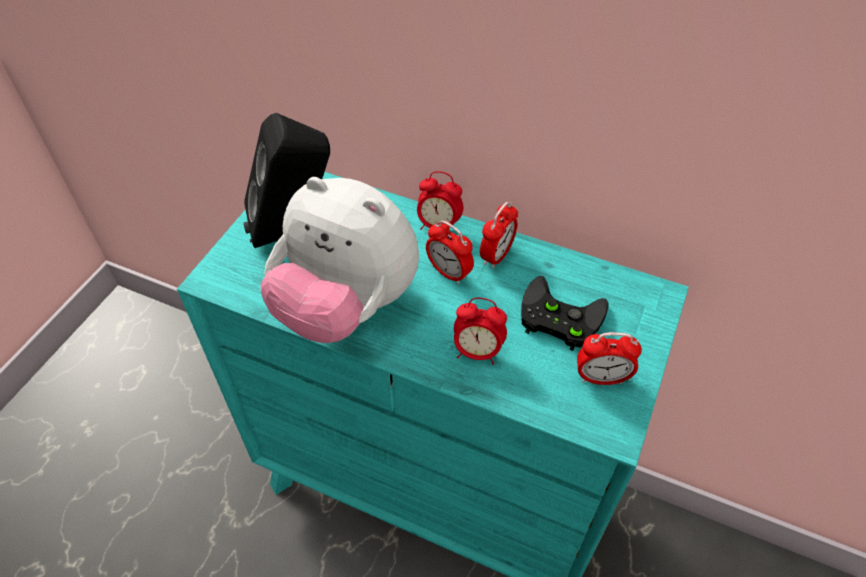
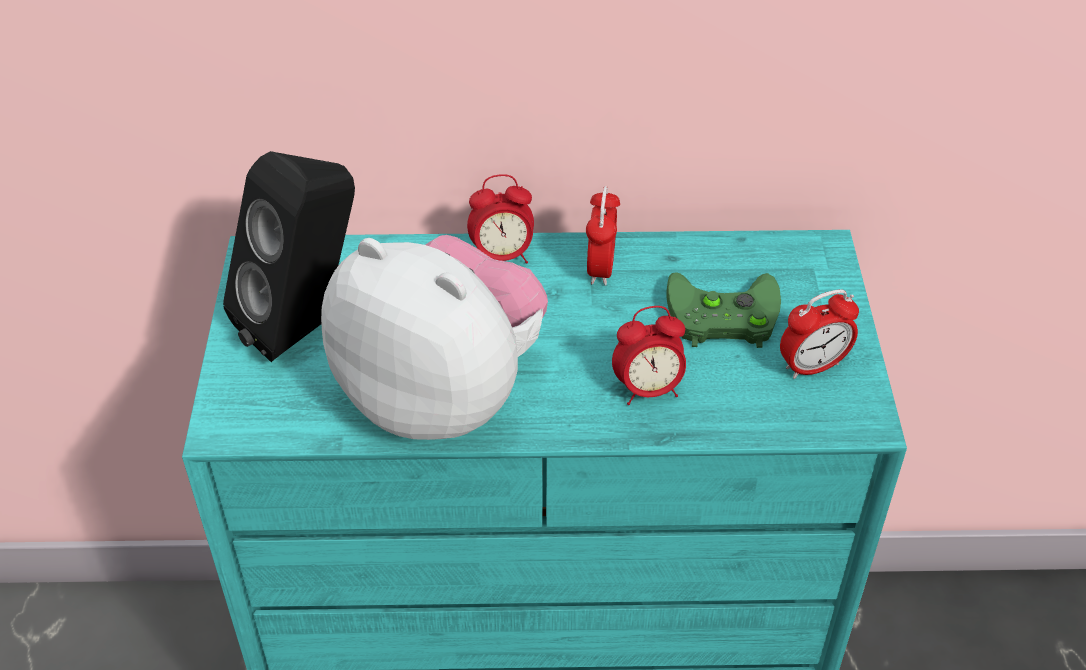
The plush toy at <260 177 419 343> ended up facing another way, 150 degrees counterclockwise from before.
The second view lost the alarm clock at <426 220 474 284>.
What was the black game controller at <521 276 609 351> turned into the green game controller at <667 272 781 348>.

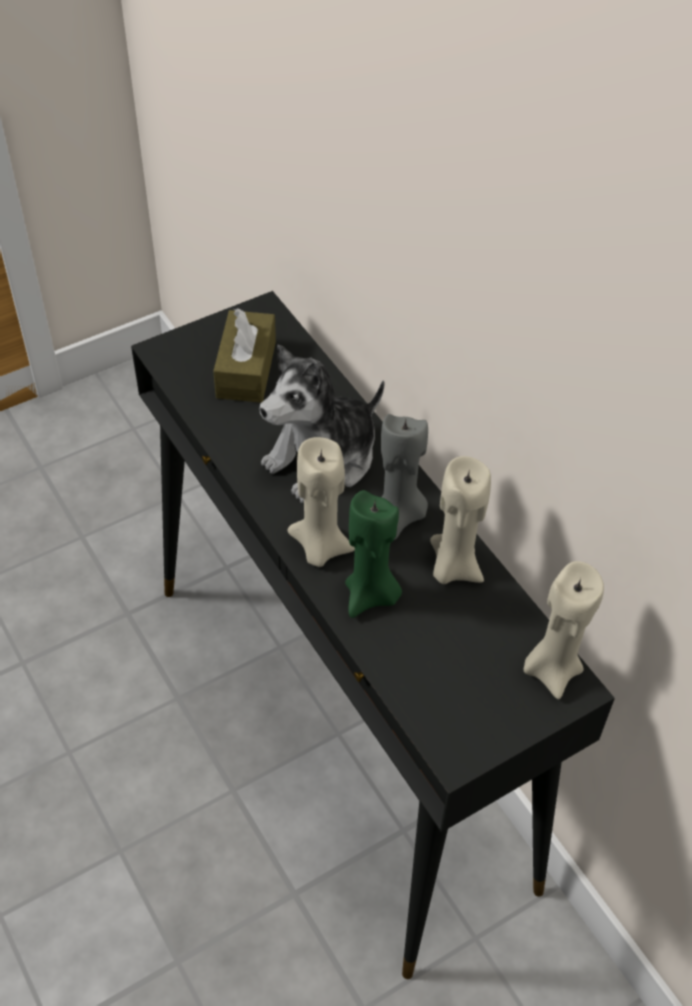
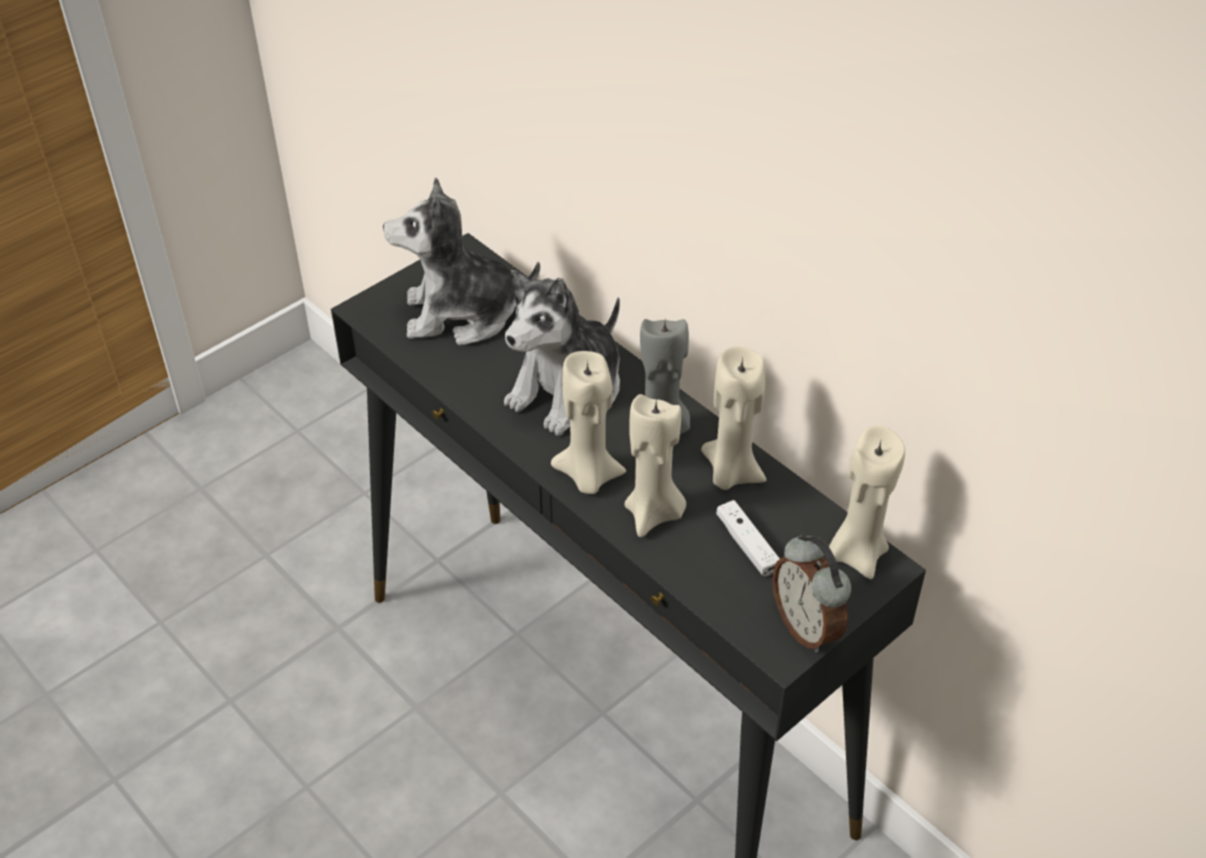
Where the brown tissue box stood at <213 308 276 403>, the plush toy came to stand at <383 177 540 346>.
What was the green candle at <345 490 402 618> turned into the beige candle at <624 394 686 537>.
The second view gained the white game controller at <716 500 780 577>.
The second view gained the alarm clock at <772 534 851 652>.

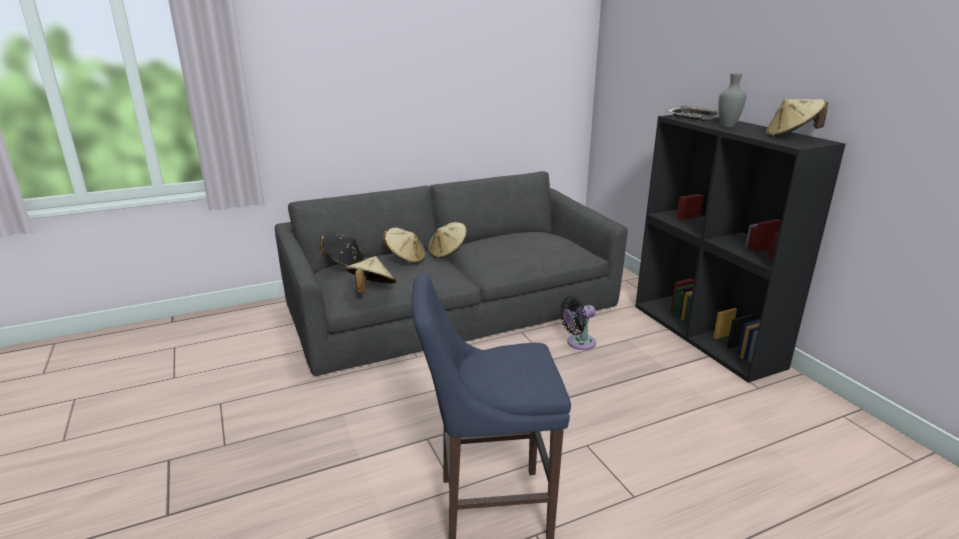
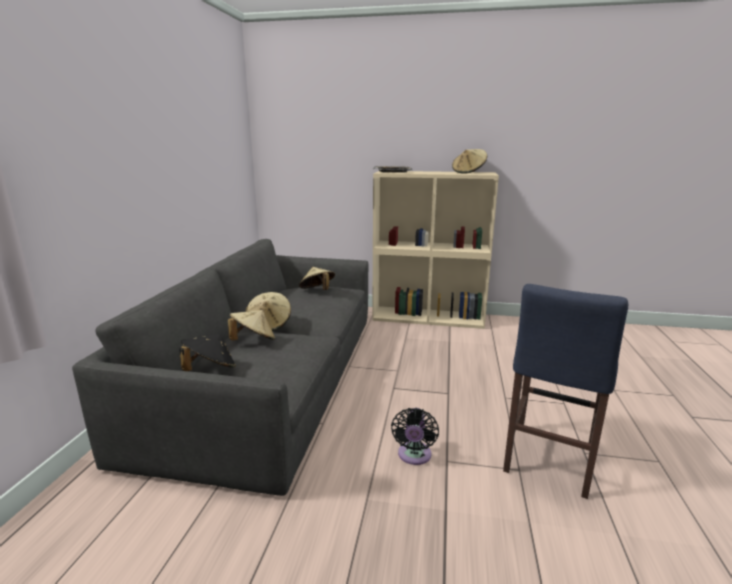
The beige hat ended up elsewhere, having gone from <345 256 396 293> to <299 267 335 290>.
The black fan ended up elsewhere, having gone from <560 296 596 350> to <391 408 439 465>.
What was the black bookcase at <635 115 846 383> turned into the beige bookcase at <372 171 499 329>.
The second view lost the grey vase at <718 73 746 128>.

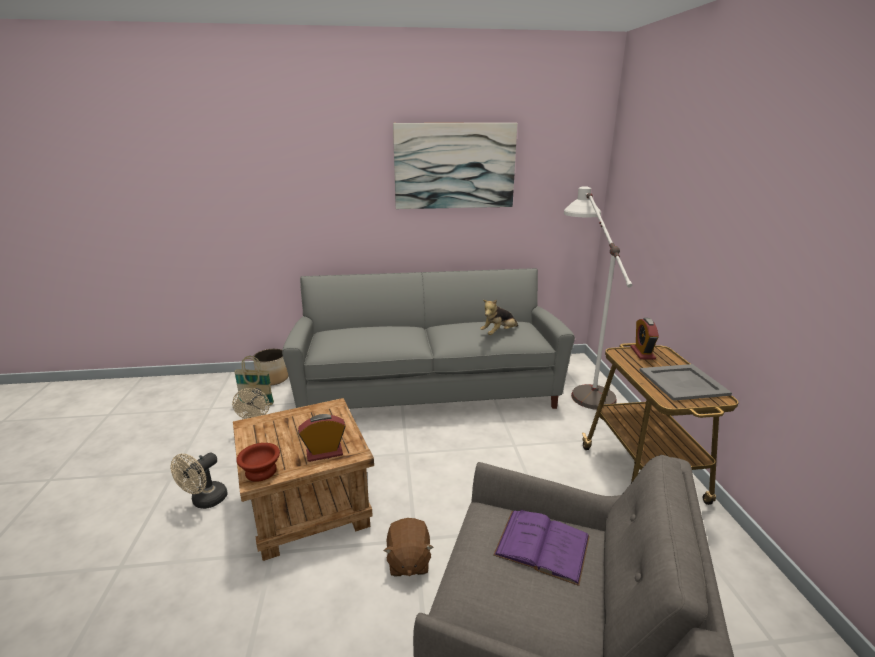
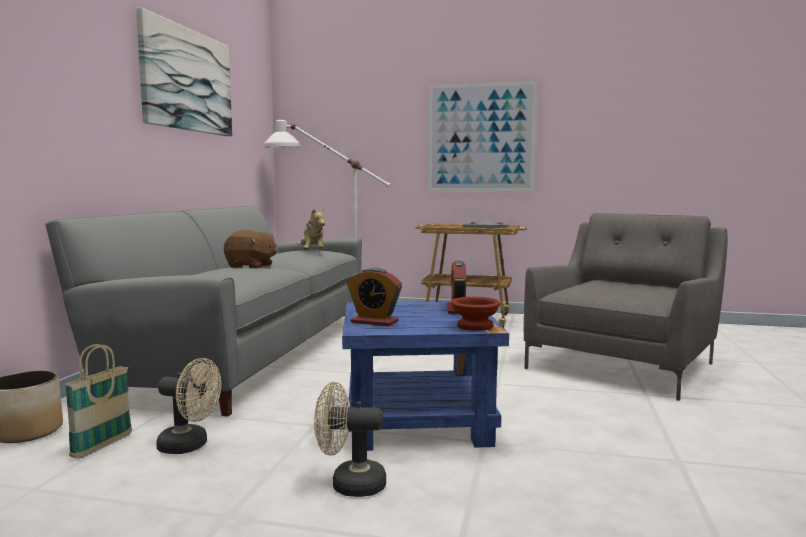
The beige fan at <171 452 228 509> ended up facing another way, 135 degrees clockwise from before.
What was the brown side table at <233 398 374 561> turned into the blue side table at <342 301 509 451>.
The brown plush toy ended up elsewhere, having gone from <384 518 434 577> to <224 230 277 268>.
The second view lost the purple book at <493 510 590 586>.
The alarm clock ended up elsewhere, having gone from <631 318 659 360> to <347 268 402 326>.
The second view gained the picture at <428 81 537 192>.

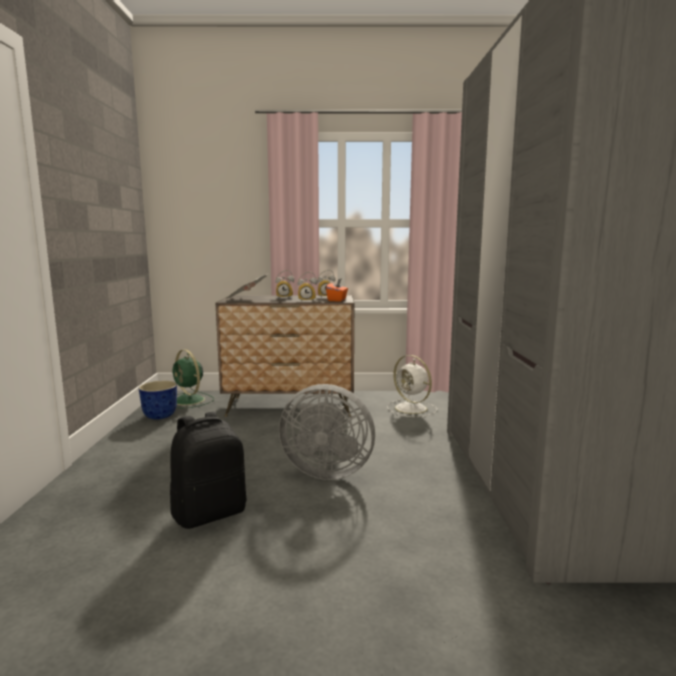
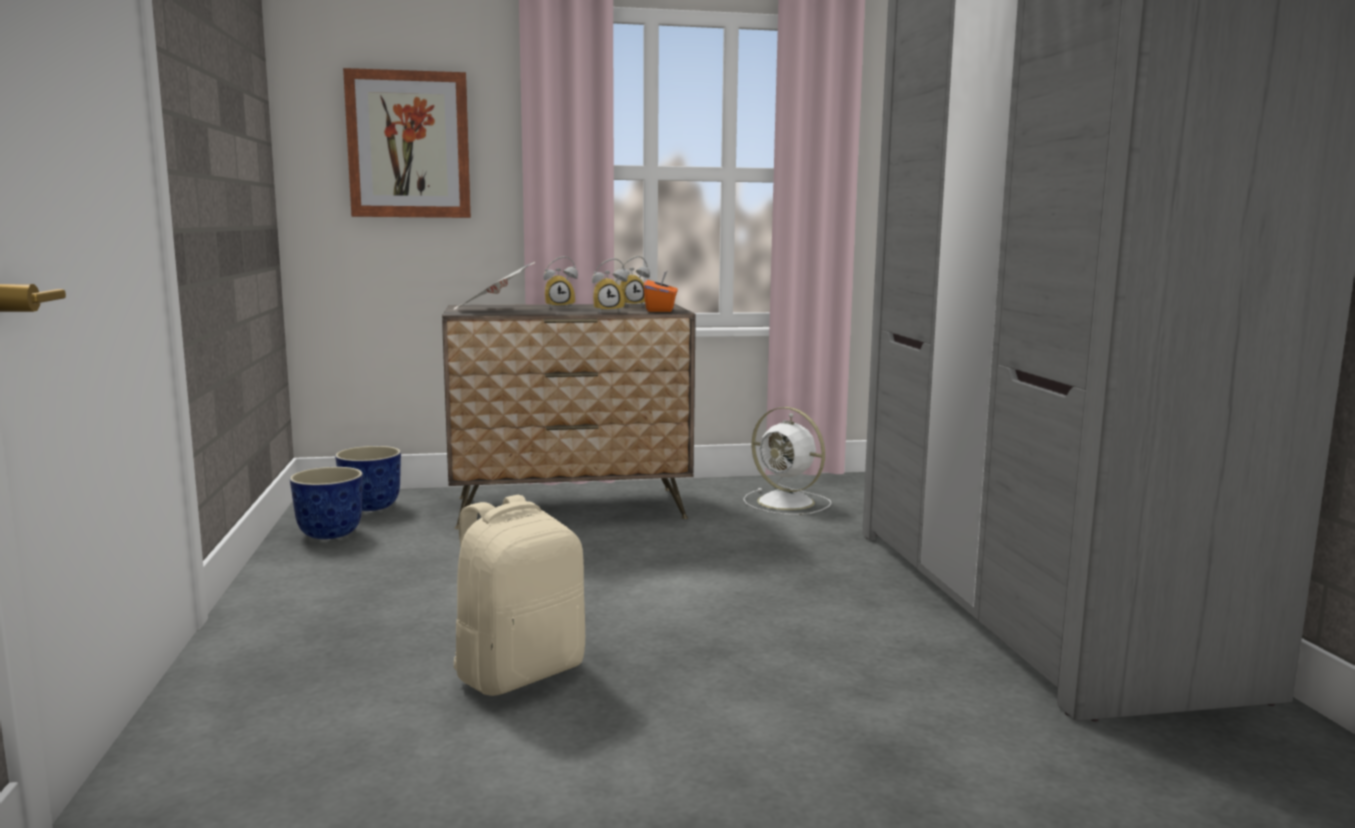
What was the black backpack at <170 411 247 529> turned into the beige backpack at <453 495 585 696>.
Where the green fan stood at <172 349 214 408>, the planter came to stand at <335 446 401 511>.
The second view lost the grey fan at <279 384 375 480>.
The second view gained the picture at <343 68 471 218>.

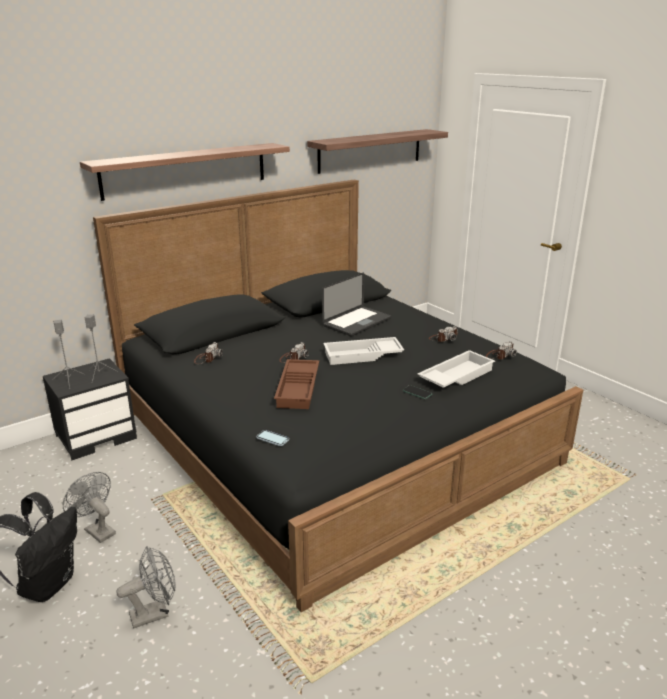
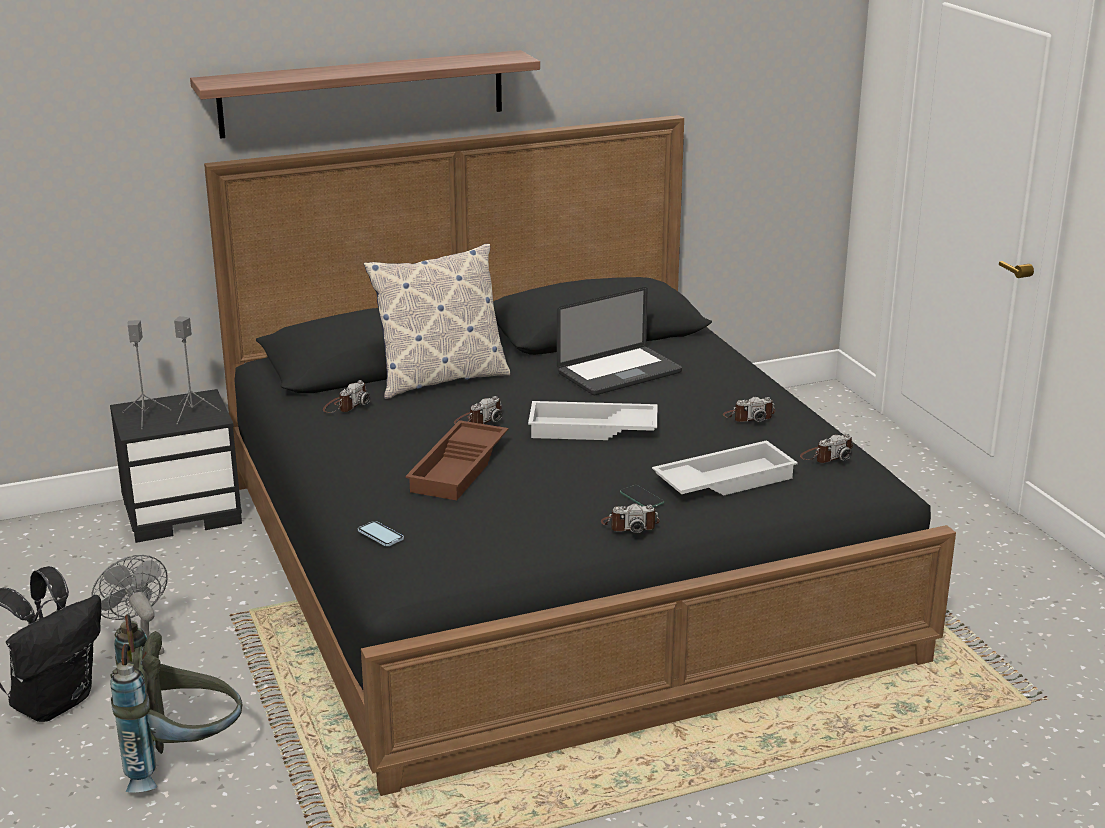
Where the grey fan stood at <116 546 175 629>, the grey backpack came to stand at <110 614 242 792>.
The second view lost the shelf at <307 129 448 174>.
The second view gained the pillow at <364 244 510 399>.
The second view gained the photo camera at <601 503 660 533>.

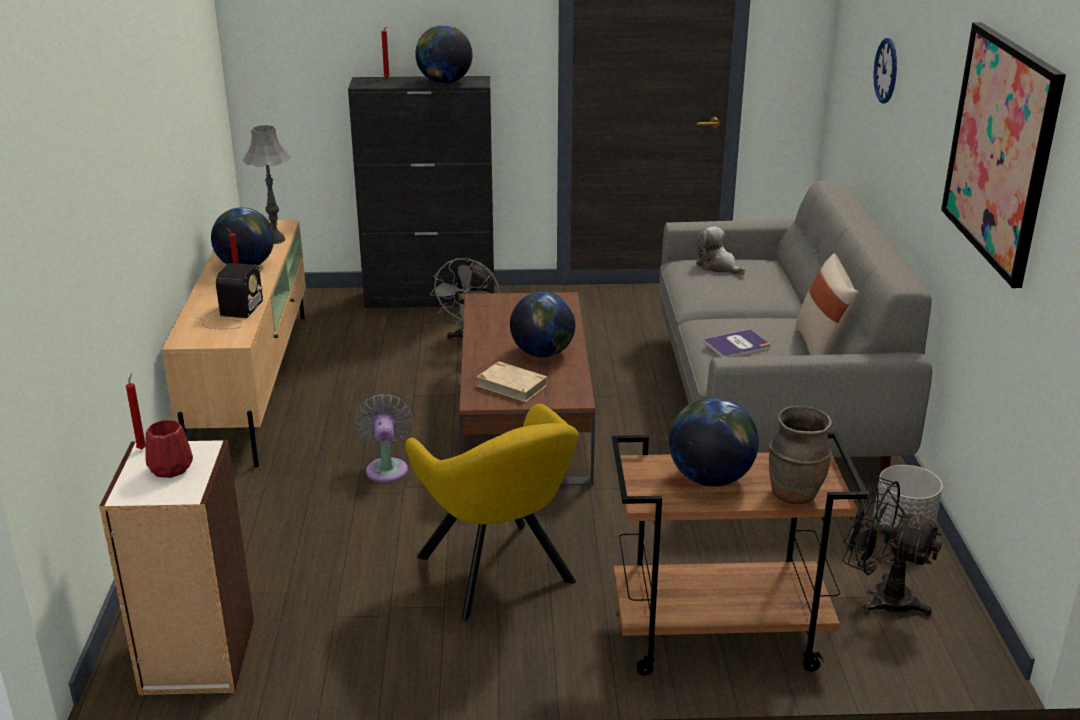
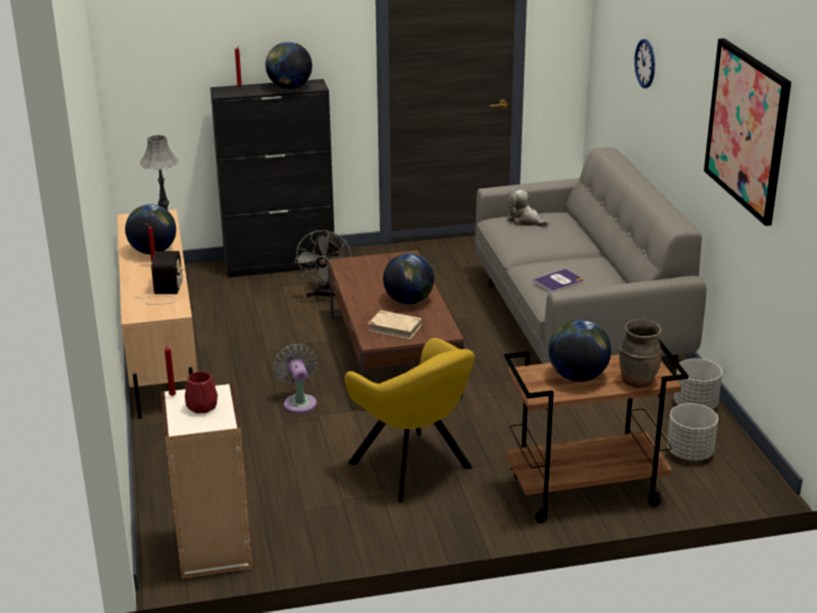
The second view lost the beige pillow at <796 254 859 355>.
Where the black fan stood at <842 476 942 616>, the grey planter came to stand at <667 403 718 461>.

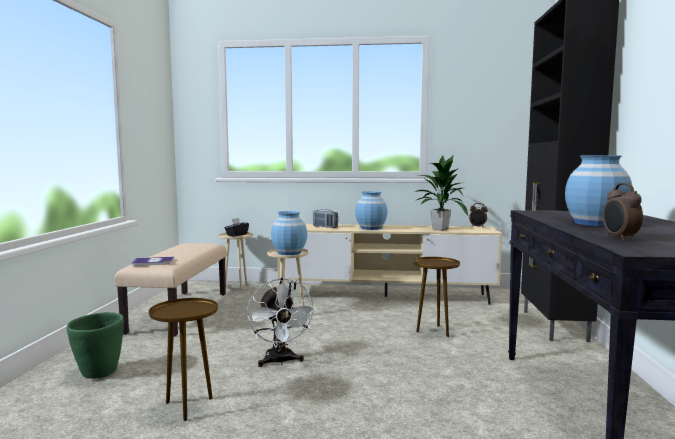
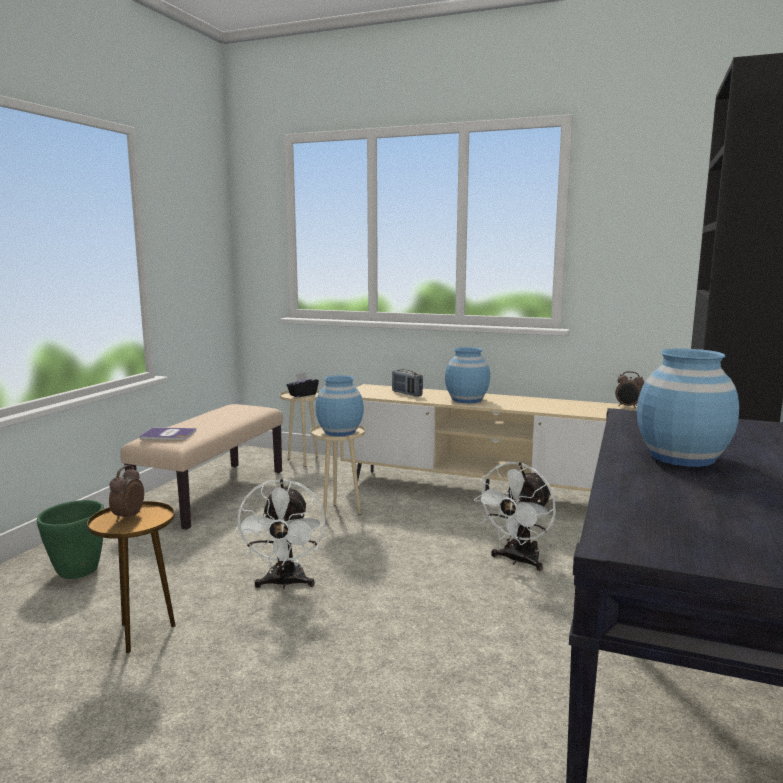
Where the brown side table stood at <413 257 460 337>, the white fan came to stand at <474 462 556 571>.
The second view lost the potted plant at <415 155 468 230>.
The alarm clock ended up elsewhere, having gone from <603 183 643 240> to <109 465 144 522>.

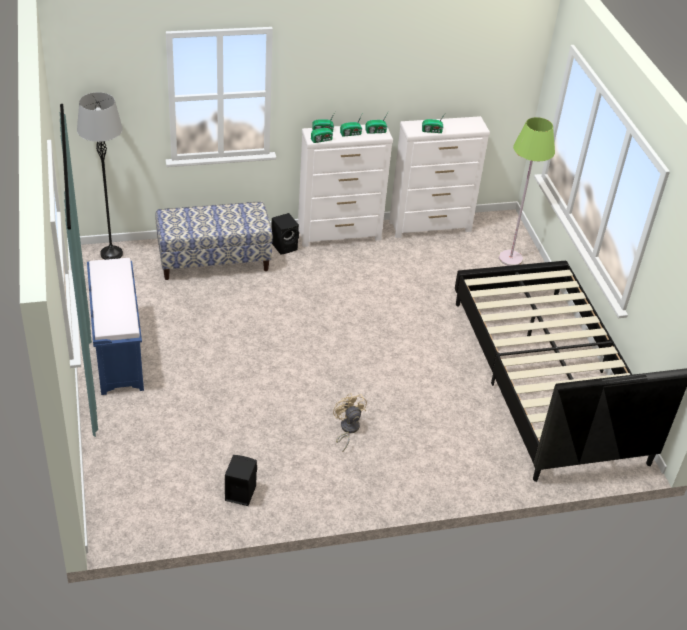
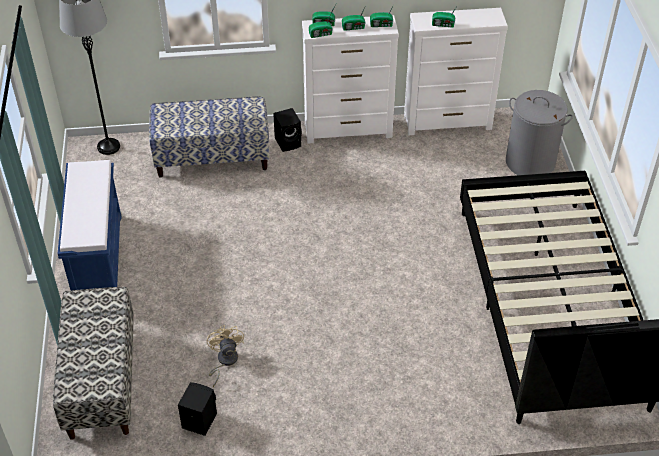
The beige fan ended up elsewhere, having gone from <333 393 367 451> to <207 325 244 387>.
Where the green floor lamp stood at <499 117 555 266>, the grey laundry basket came to stand at <506 90 573 175>.
The second view gained the bench at <53 287 134 440>.

